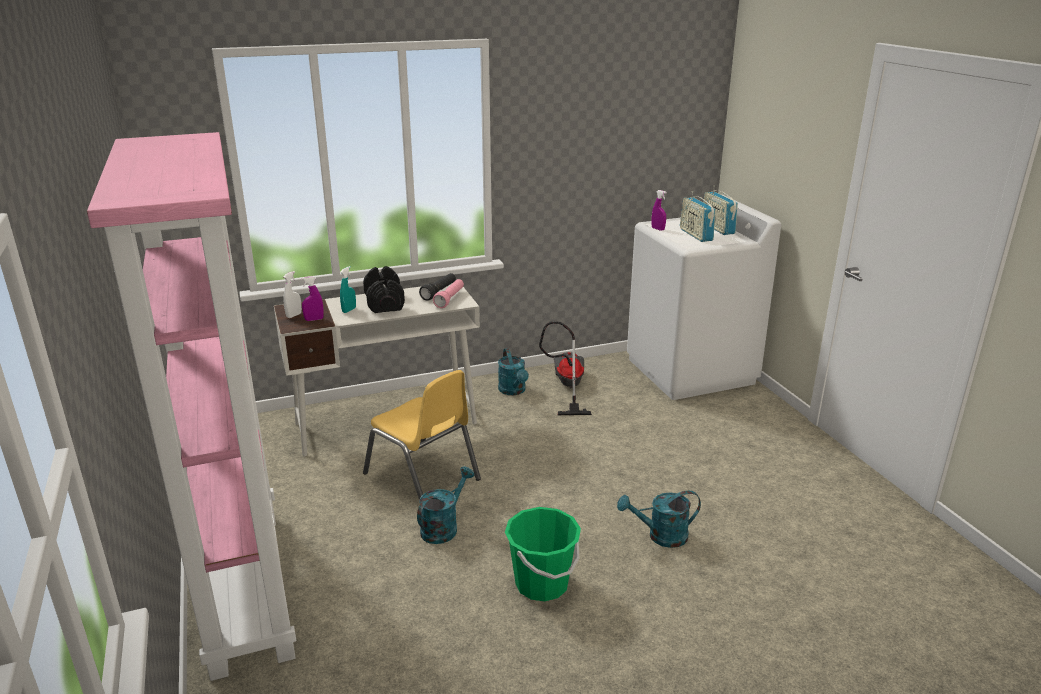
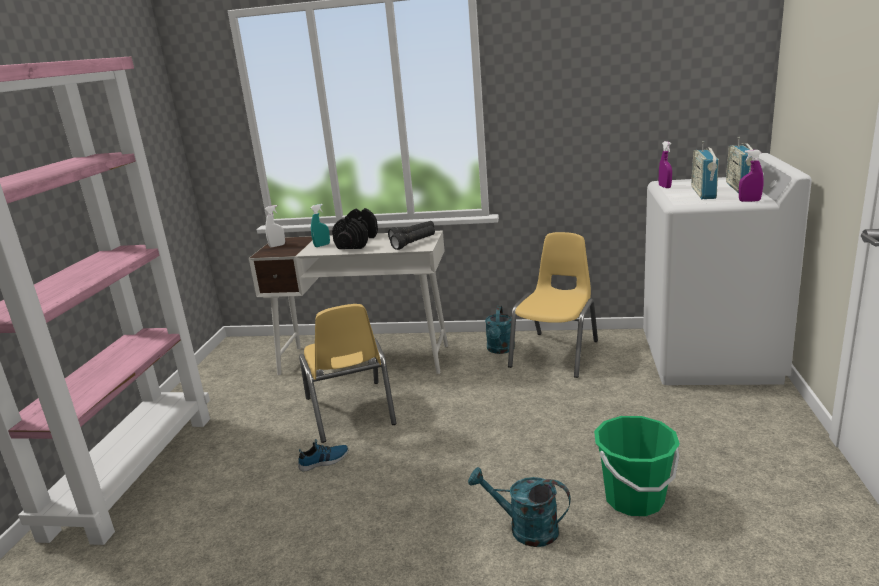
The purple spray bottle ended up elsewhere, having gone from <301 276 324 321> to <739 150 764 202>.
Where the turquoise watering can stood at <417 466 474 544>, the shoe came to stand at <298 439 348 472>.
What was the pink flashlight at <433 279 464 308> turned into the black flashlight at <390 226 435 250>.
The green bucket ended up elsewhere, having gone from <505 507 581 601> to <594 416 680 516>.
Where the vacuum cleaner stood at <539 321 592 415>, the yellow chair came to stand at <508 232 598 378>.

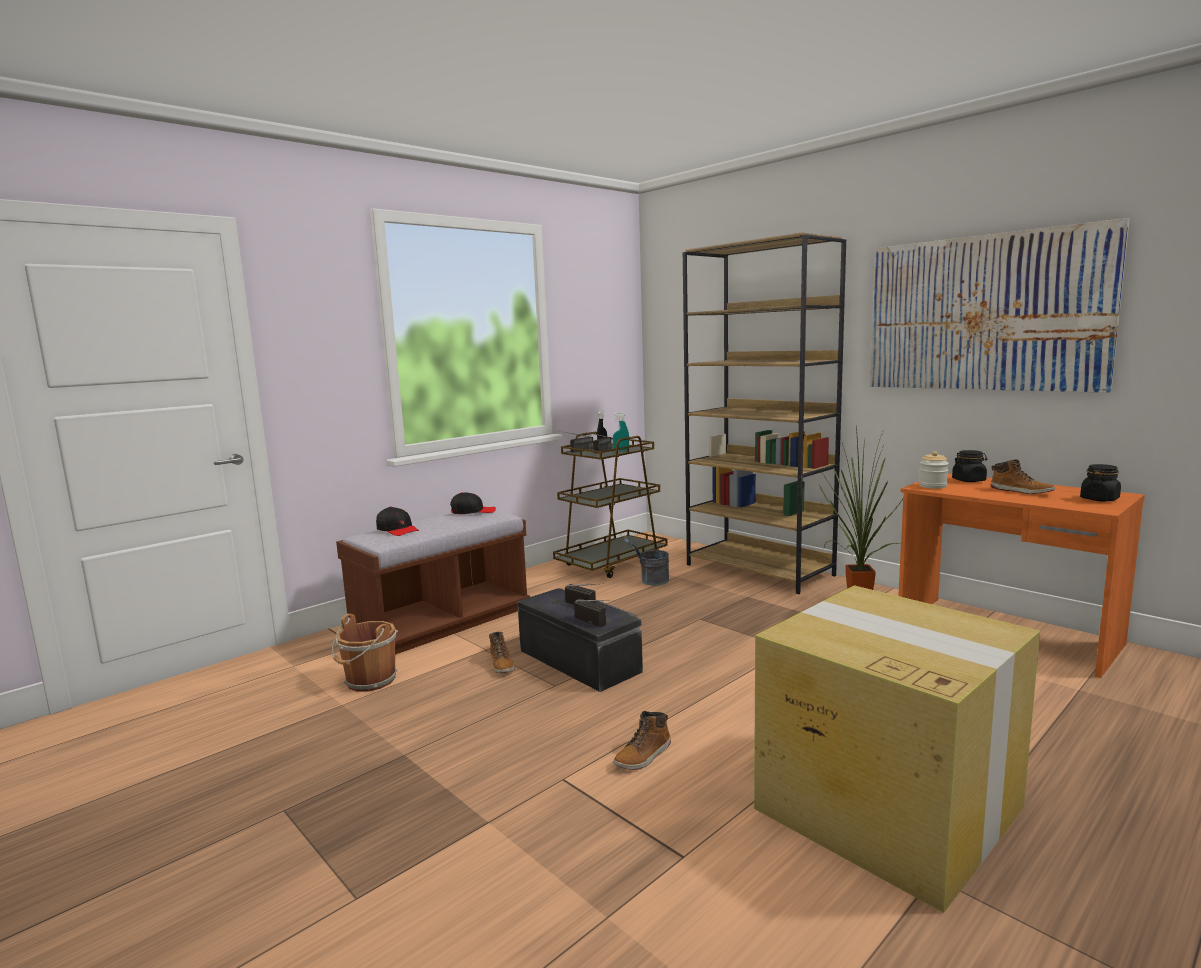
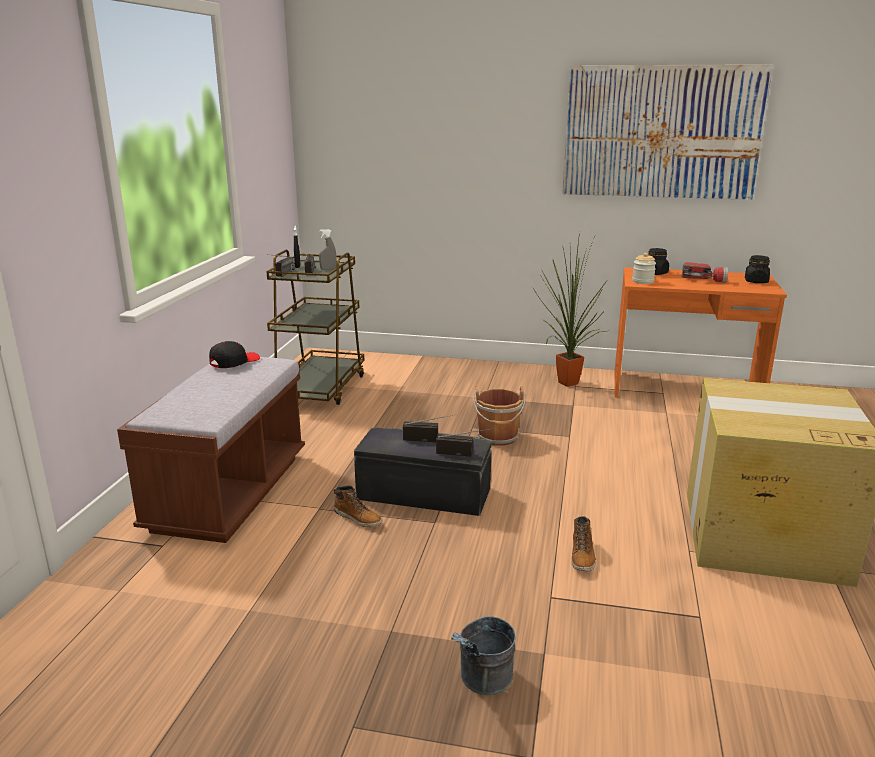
The brown bucket ended up elsewhere, having gone from <332 614 398 692> to <473 387 526 446>.
The second view lost the black cap at <376 507 419 536>.
What was the turquoise spray bottle at <613 413 629 451> turned into the grey spray bottle at <319 229 337 270>.
The grey bucket ended up elsewhere, having gone from <624 538 669 586> to <451 616 516 695>.
The second view lost the brown bookcase at <683 232 846 594>.
Where the boot stood at <991 459 1055 494>, the flashlight came to stand at <682 262 728 283>.

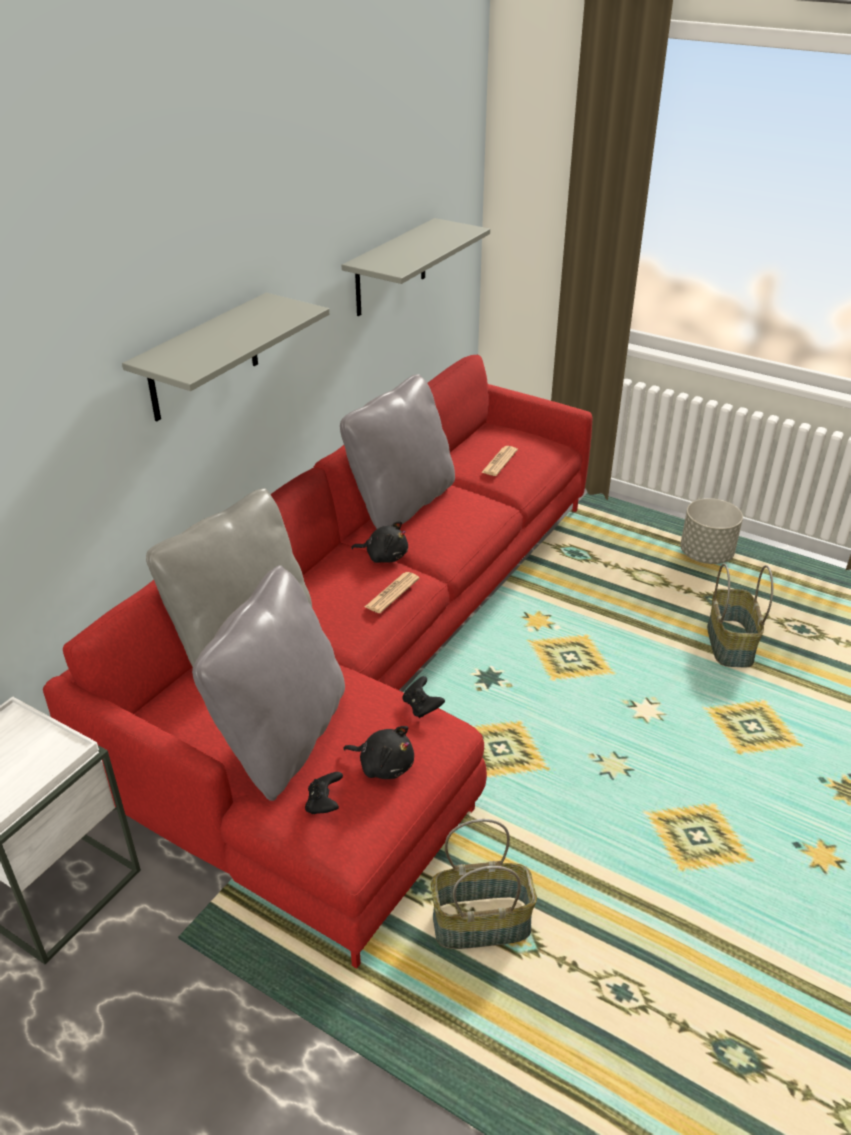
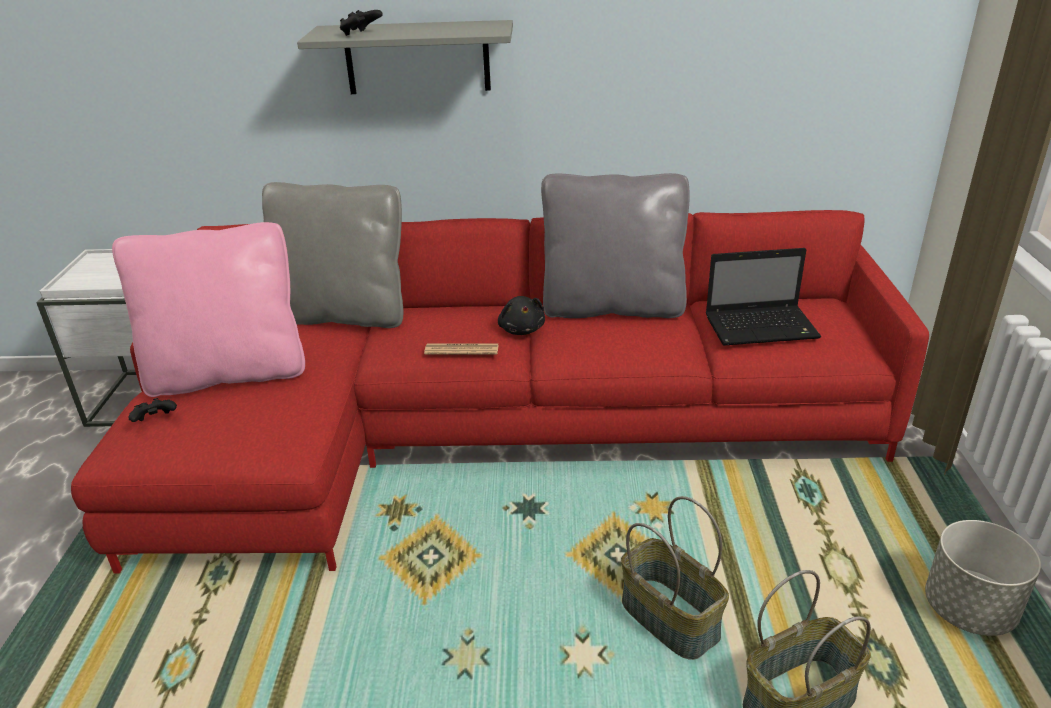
What was the grey pillow at <192 565 345 801> turned into the pink pillow at <112 222 305 397>.
The second view lost the grey shelf at <342 218 490 316>.
The second view lost the black plush toy at <343 726 414 779>.
The black game controller ended up elsewhere, having gone from <403 676 445 718> to <340 10 383 36>.
The basket ended up elsewhere, having gone from <431 819 537 949> to <621 496 729 660>.
Where the newspaper stood at <481 446 518 476>, the laptop came to stand at <706 248 821 346>.

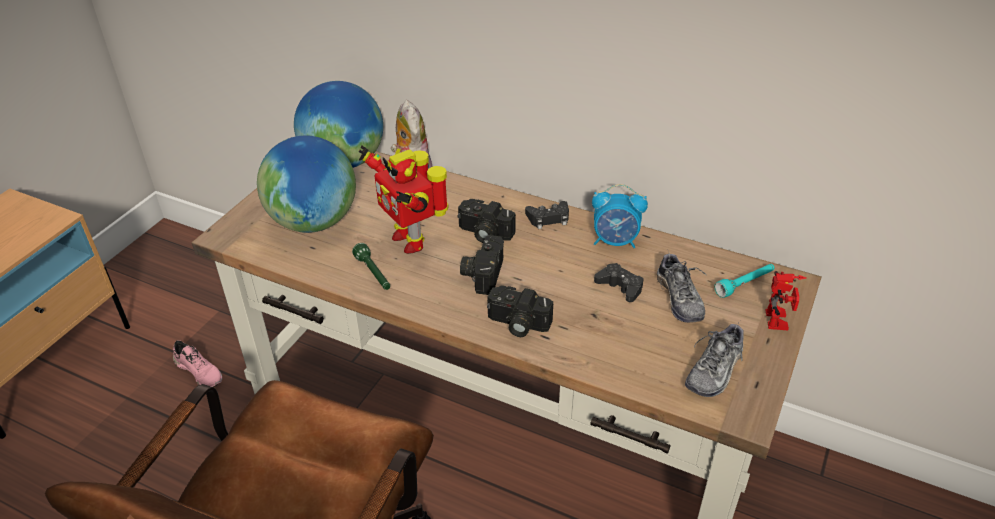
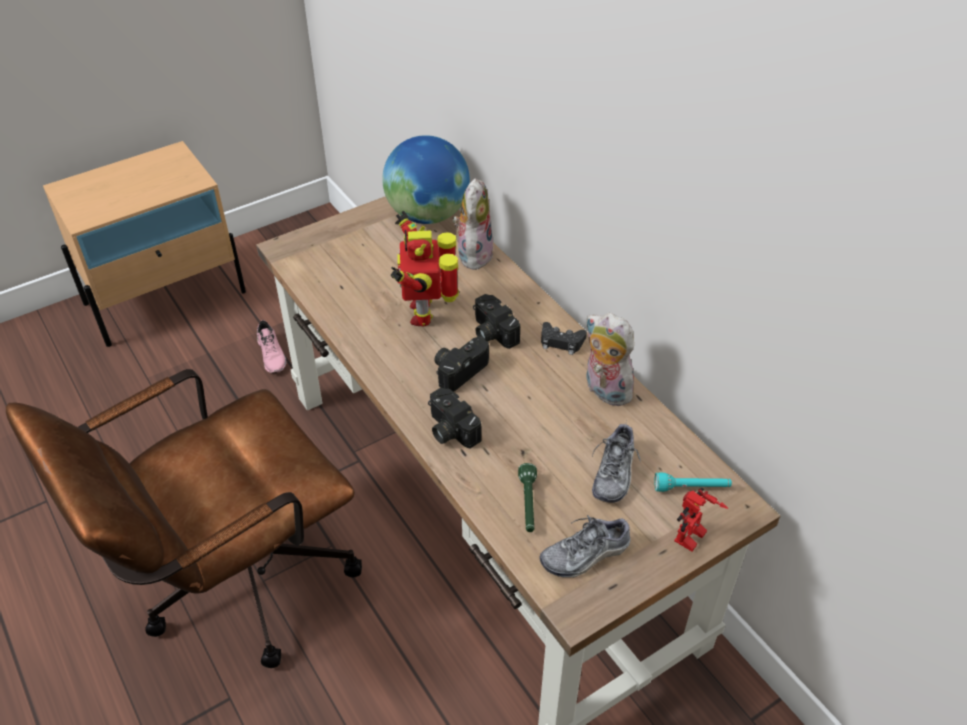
The second view lost the globe at <257 136 356 233>.
The green flashlight ended up elsewhere, having gone from <352 243 390 290> to <518 463 537 532>.
Where the alarm clock stood at <592 184 648 248>, the plush toy came to stand at <585 313 639 406>.
The second view lost the black game controller at <594 263 644 302>.

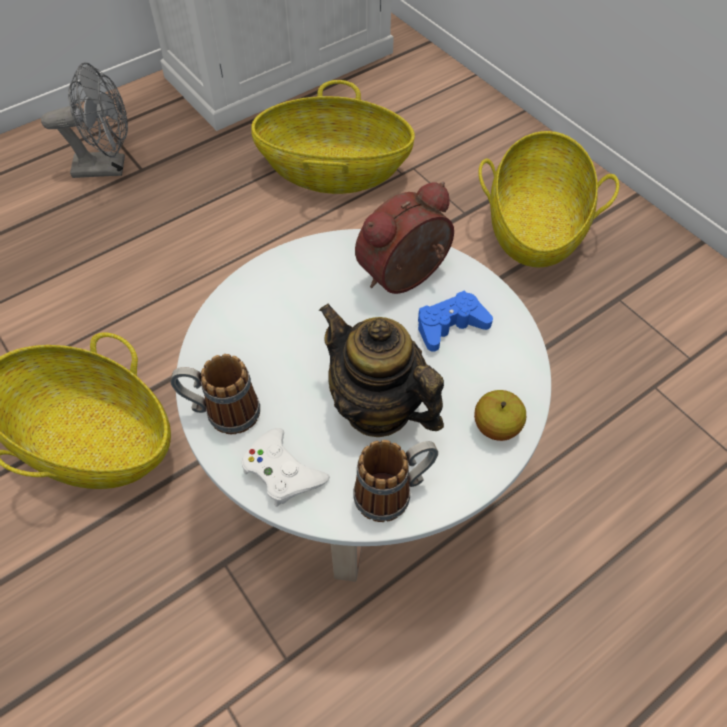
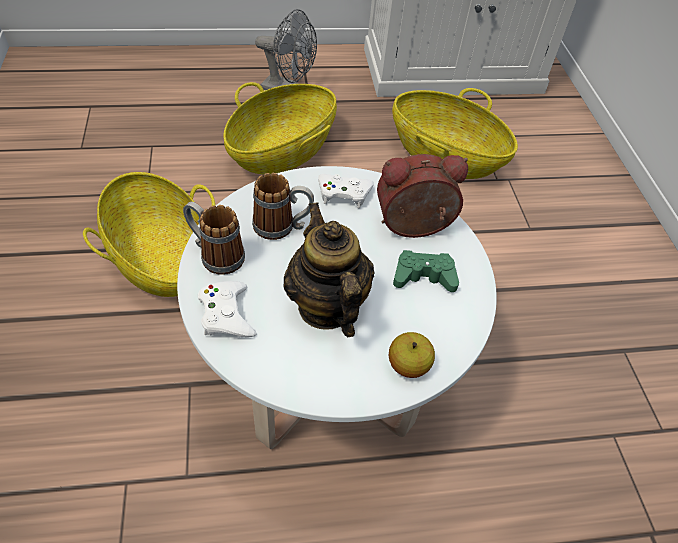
The mug ended up elsewhere, having gone from <353 440 438 522> to <252 173 314 240>.
What was the blue game controller at <418 291 493 352> turned into the green game controller at <393 250 459 292>.
The basket ended up elsewhere, having gone from <478 131 619 267> to <223 82 337 175>.
The second view gained the white game controller at <318 174 374 209>.

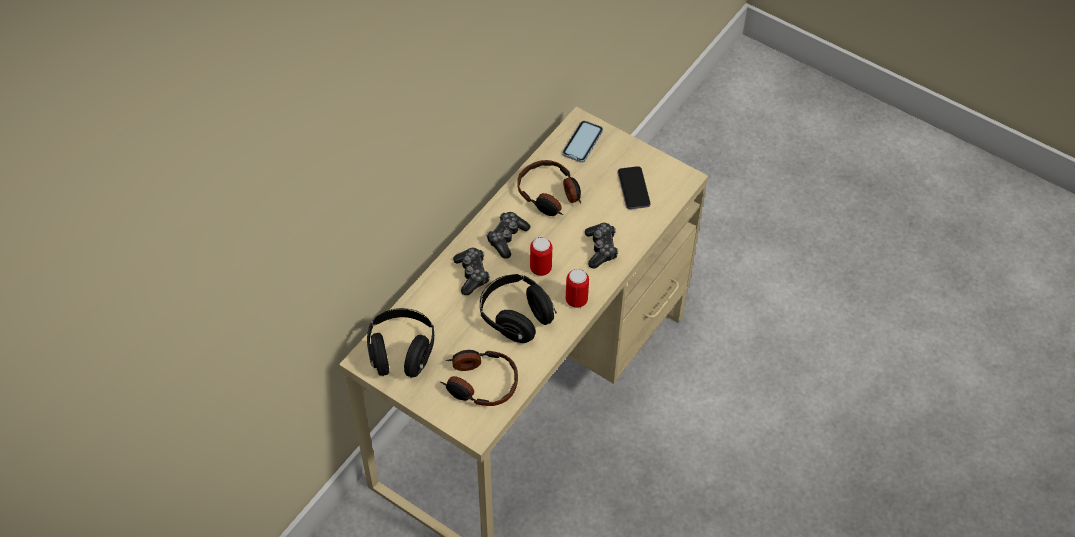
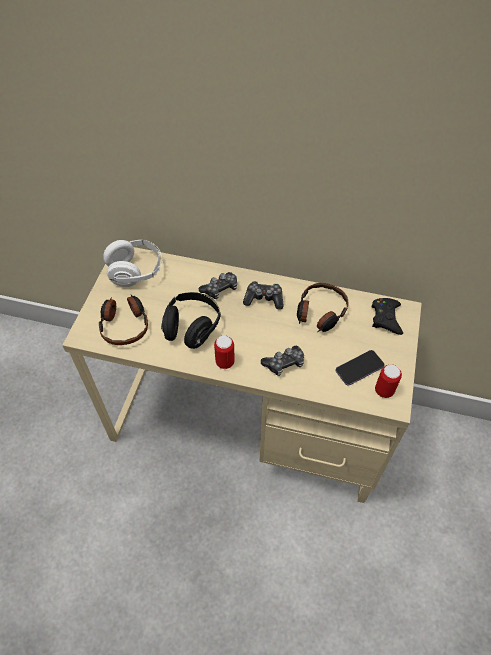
What was the black headphones at <367 308 434 377> turned into the white headphones at <103 240 162 287>.
The can ended up elsewhere, having gone from <530 237 552 276> to <375 364 402 398>.
Where the phone stood at <562 121 603 163>, the black game controller came to stand at <371 298 403 335>.

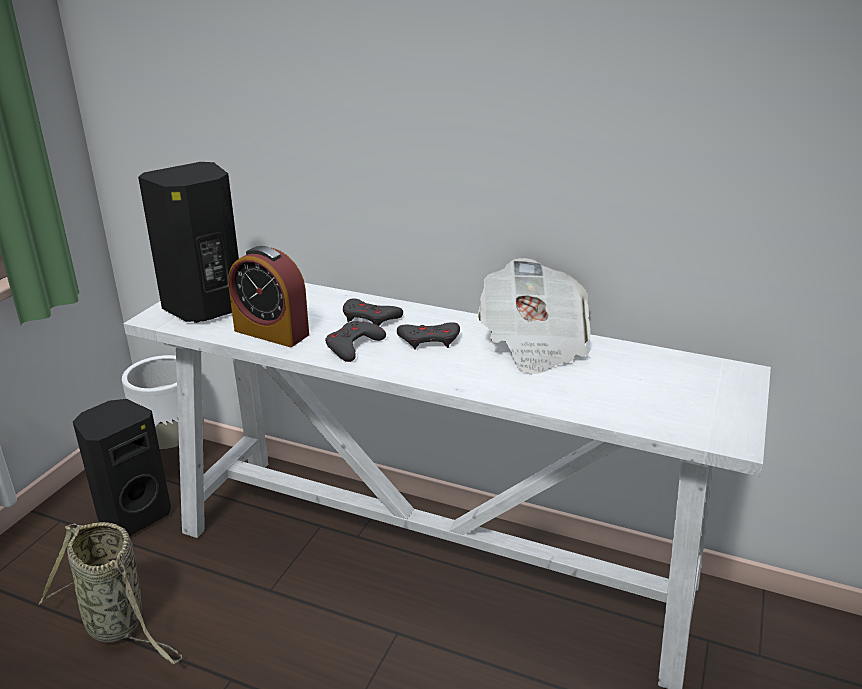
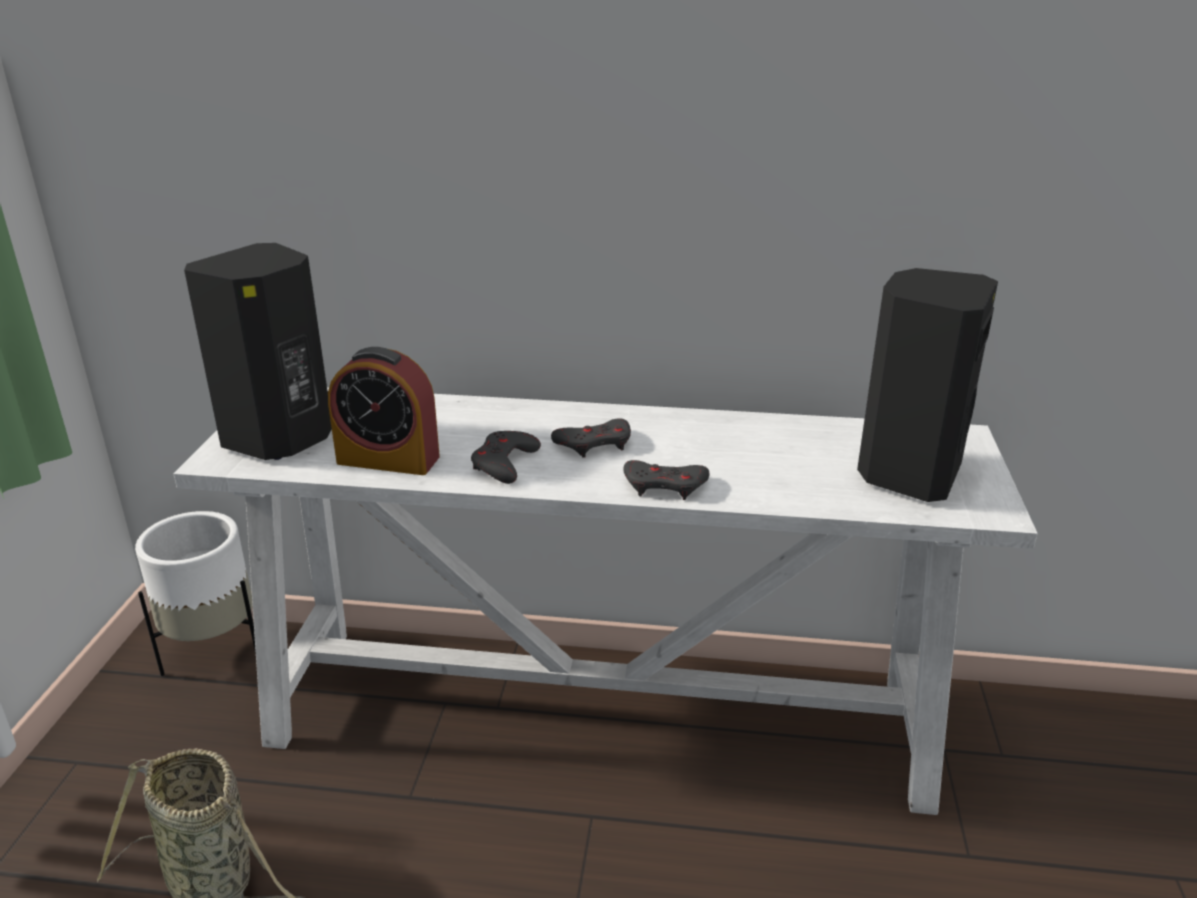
The black speaker ended up elsewhere, having gone from <73 399 171 536> to <857 268 998 502>.
The grey game controller ended up elsewhere, having gone from <343 299 403 326> to <623 460 709 500>.
The second view lost the newspaper at <477 258 590 375>.

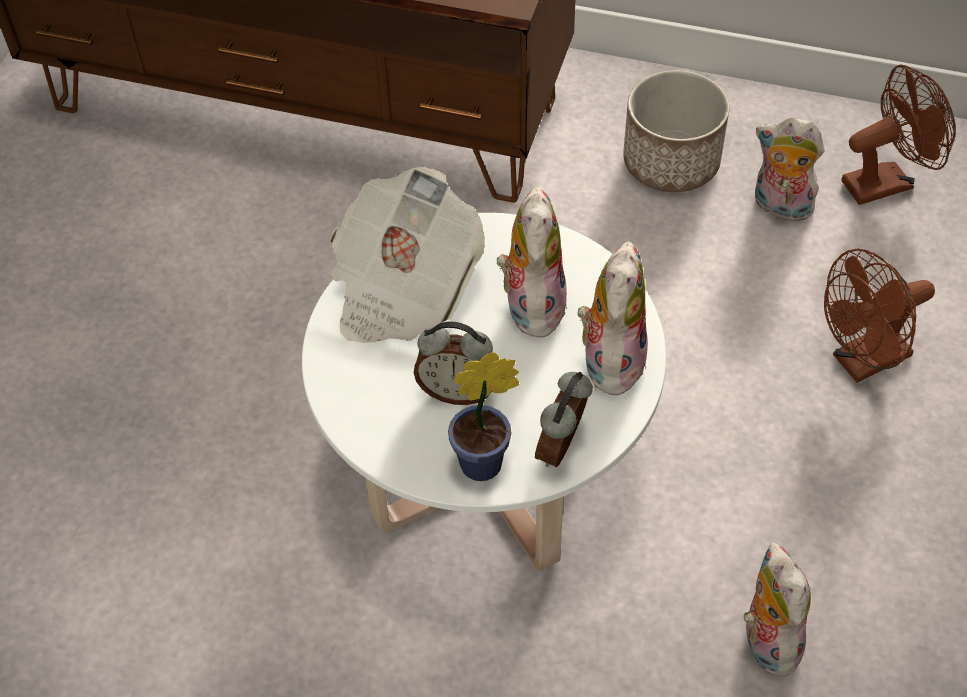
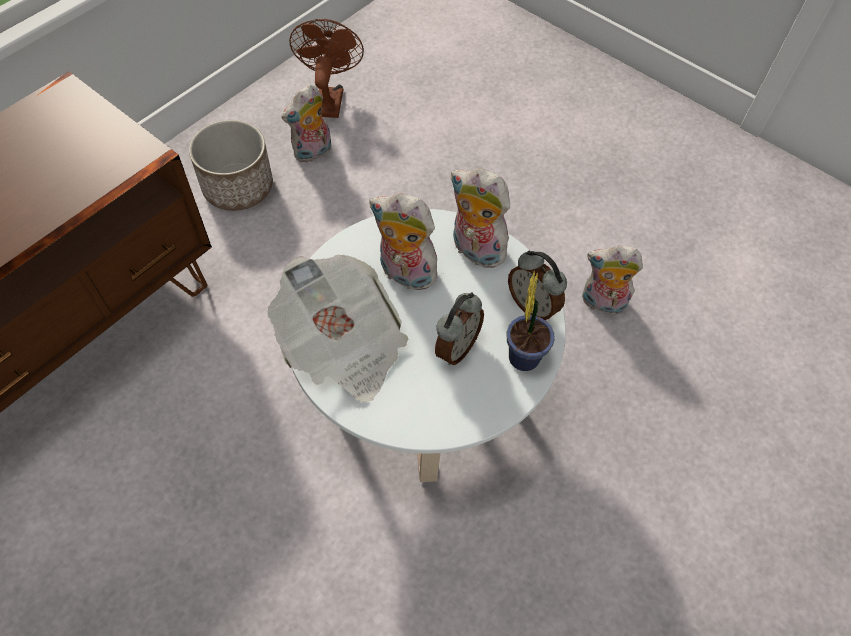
The second view lost the brown fan at <824 248 935 383>.

